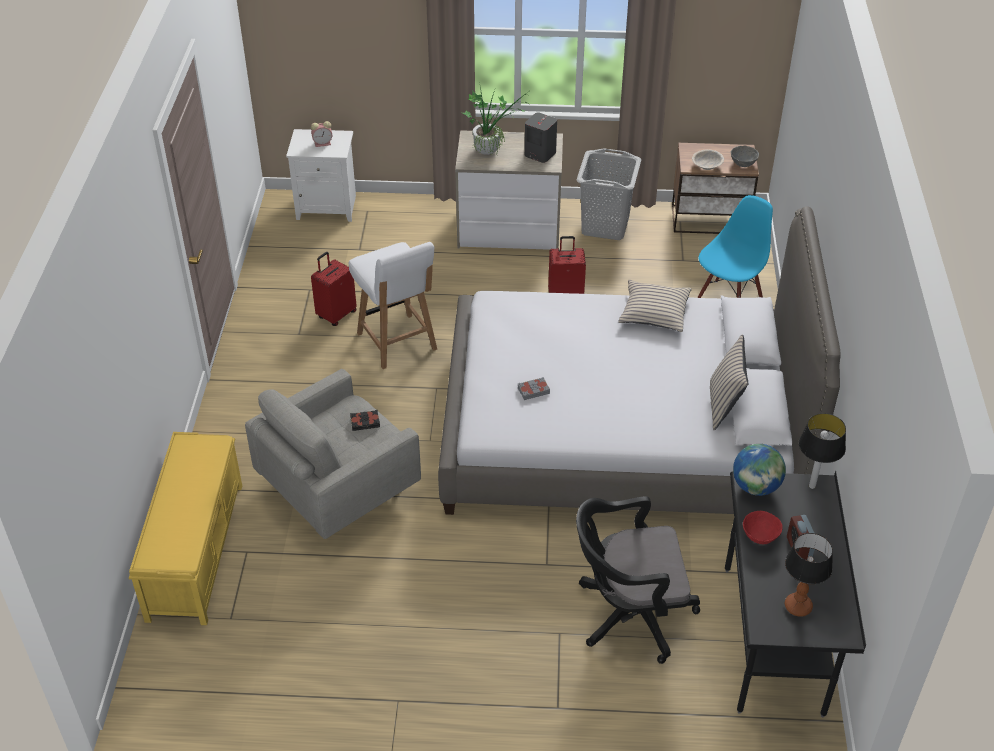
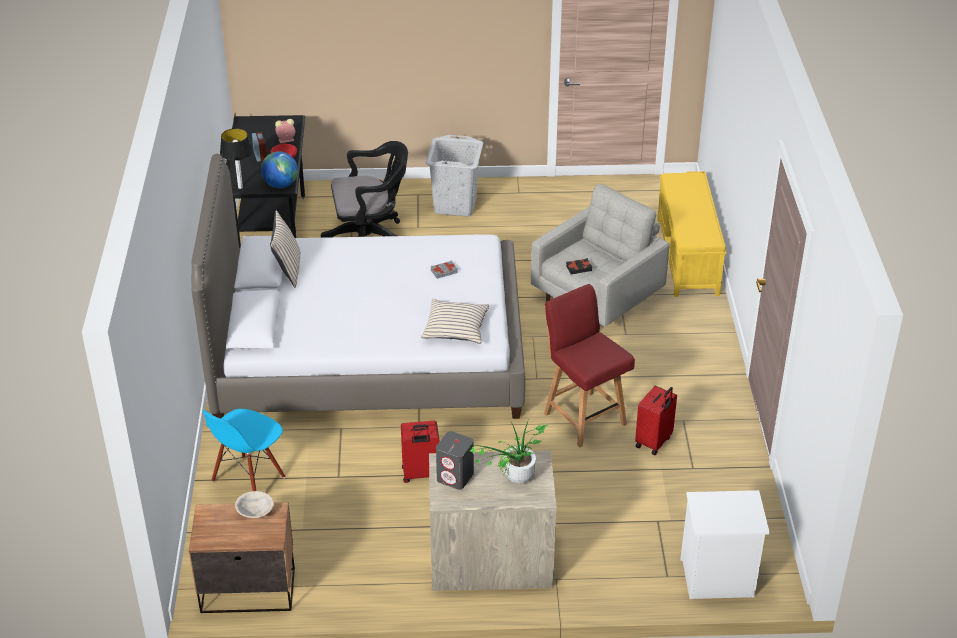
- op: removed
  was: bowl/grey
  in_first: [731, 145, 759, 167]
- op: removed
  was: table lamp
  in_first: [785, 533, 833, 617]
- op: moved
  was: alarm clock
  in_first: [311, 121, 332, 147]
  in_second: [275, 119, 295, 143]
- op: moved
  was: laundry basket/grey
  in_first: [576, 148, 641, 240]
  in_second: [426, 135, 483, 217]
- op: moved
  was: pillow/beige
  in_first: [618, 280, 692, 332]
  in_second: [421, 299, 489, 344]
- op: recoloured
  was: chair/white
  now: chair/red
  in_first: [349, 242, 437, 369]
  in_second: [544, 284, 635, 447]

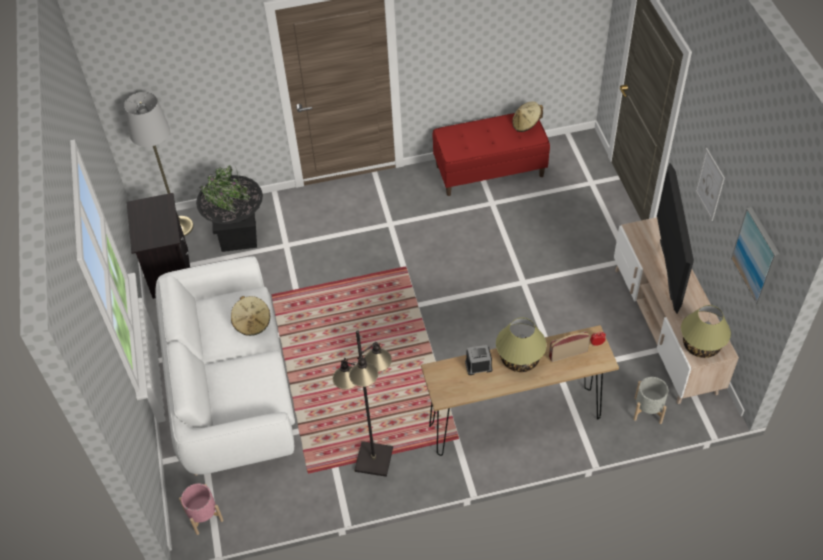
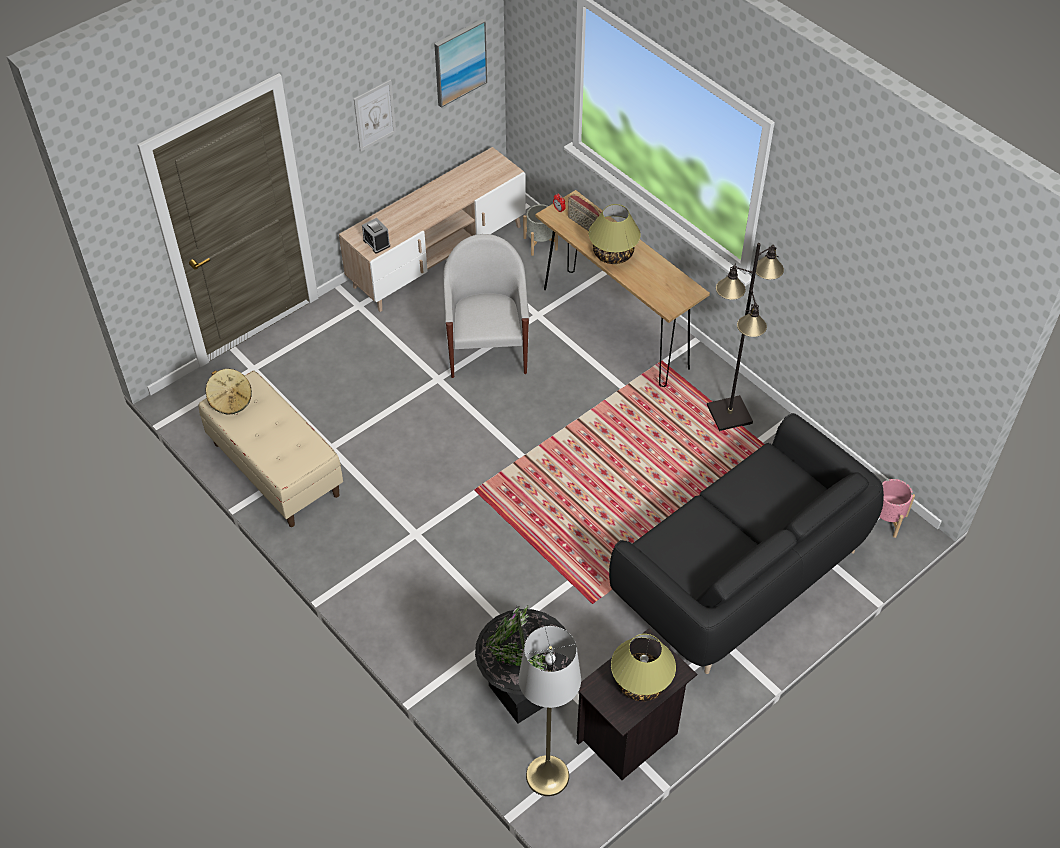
- op: removed
  was: hat/beige
  in_first: [231, 296, 270, 336]
- op: removed
  was: television
  in_first: [657, 163, 694, 314]
- op: added
  now: armchair/white
  in_second: [443, 234, 529, 378]
- op: moved
  was: alarm clock
  in_first: [465, 345, 493, 375]
  in_second: [362, 218, 390, 254]
- op: moved
  was: table lamp
  in_first: [681, 305, 731, 358]
  in_second: [611, 634, 676, 701]
- op: recoloured
  was: sofa/white
  now: sofa/black
  in_first: [155, 256, 295, 476]
  in_second: [609, 413, 884, 674]
- op: recoloured
  was: bench/red
  now: bench/beige
  in_first: [433, 113, 550, 196]
  in_second: [199, 371, 343, 527]

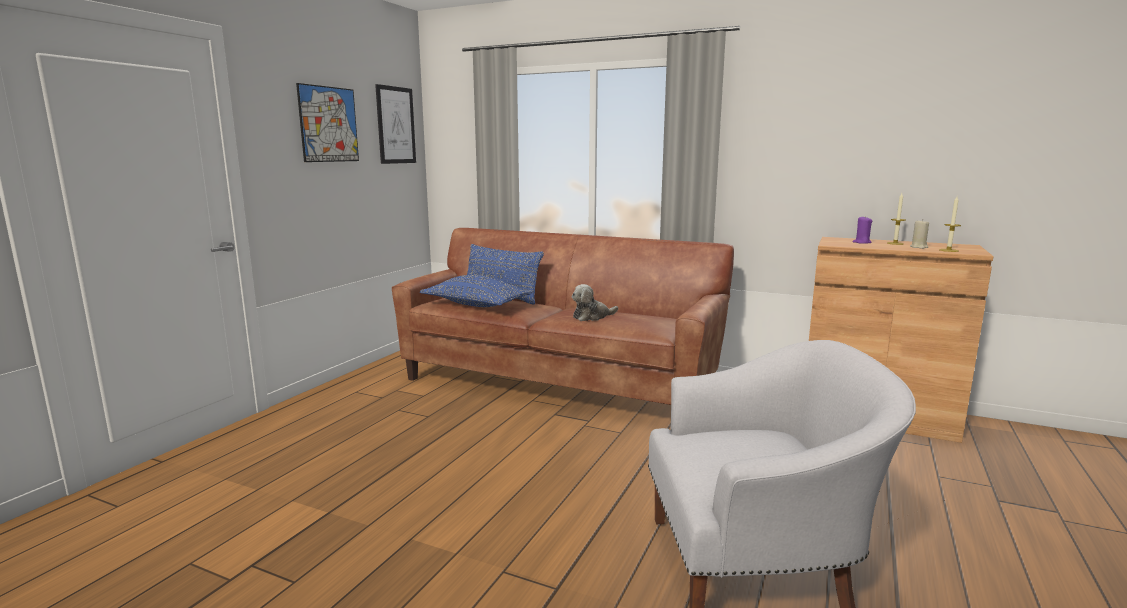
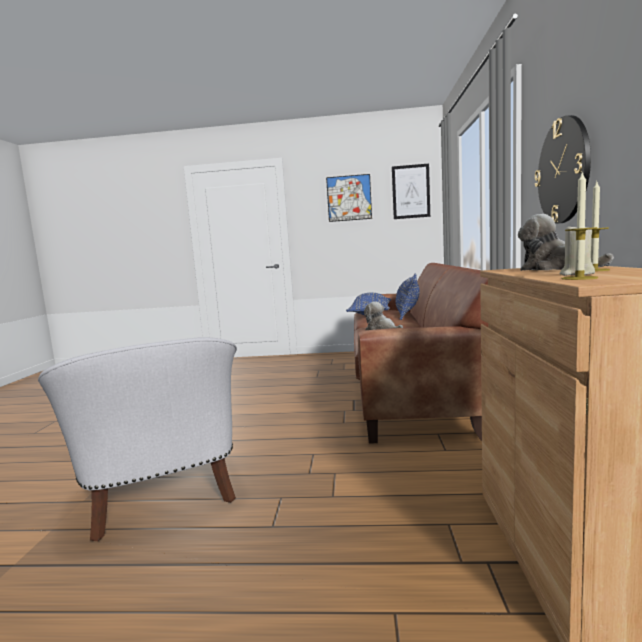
- op: added
  now: wall clock
  in_second: [535, 115, 591, 224]
- op: replaced
  was: candle/purple
  now: plush toy
  in_first: [852, 216, 873, 244]
  in_second: [518, 214, 614, 271]

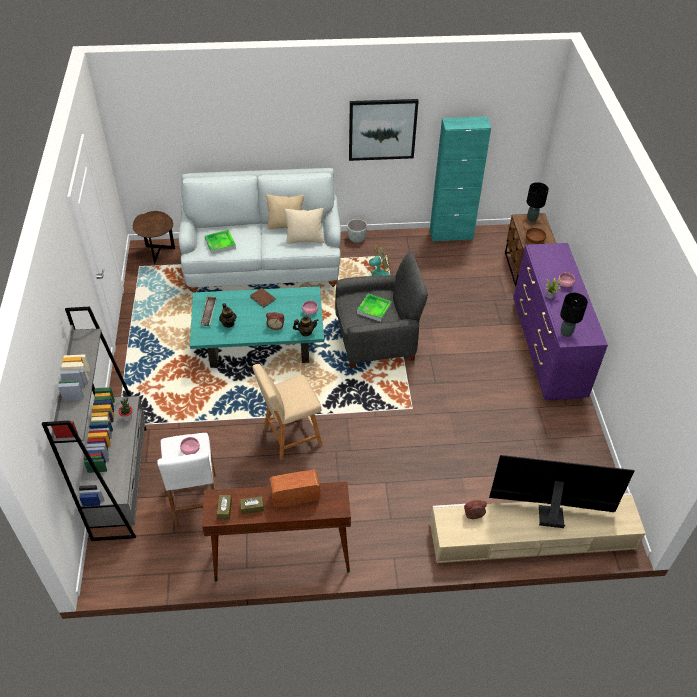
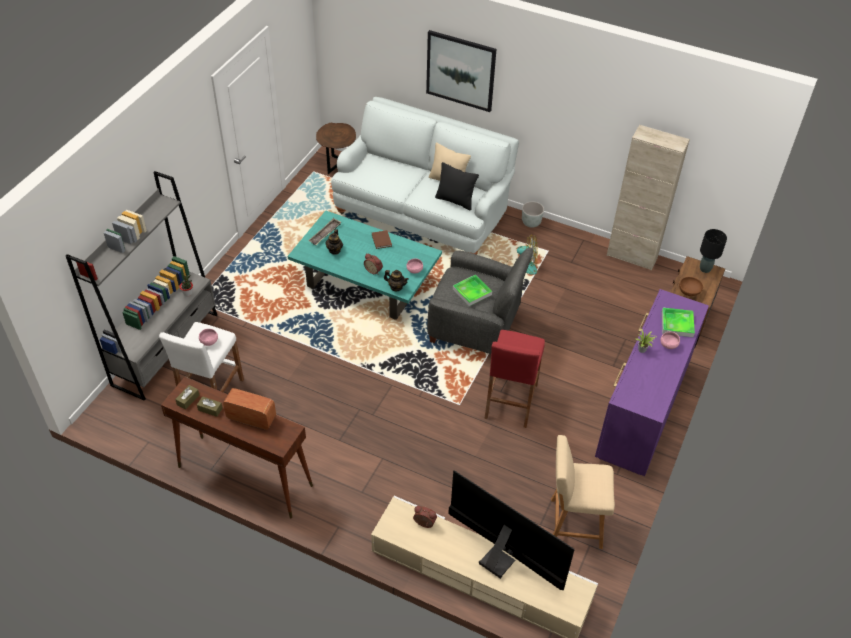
- op: removed
  was: table lamp/black
  in_first: [560, 293, 588, 337]
- op: added
  now: stool/red
  in_second: [484, 330, 545, 428]
- op: moved
  was: tray
  in_first: [205, 230, 236, 254]
  in_second: [662, 308, 695, 337]
- op: moved
  was: stool/beige
  in_first: [253, 364, 322, 460]
  in_second: [551, 435, 615, 549]
- op: moved
  was: picture
  in_first: [349, 99, 419, 161]
  in_second: [426, 30, 497, 112]
- op: recoloured
  was: pillow/beige
  now: pillow/black
  in_first: [285, 208, 324, 244]
  in_second: [435, 162, 479, 210]
- op: recoloured
  was: cabinet/turquoise
  now: cabinet/beige
  in_first: [430, 117, 491, 242]
  in_second: [607, 125, 690, 271]

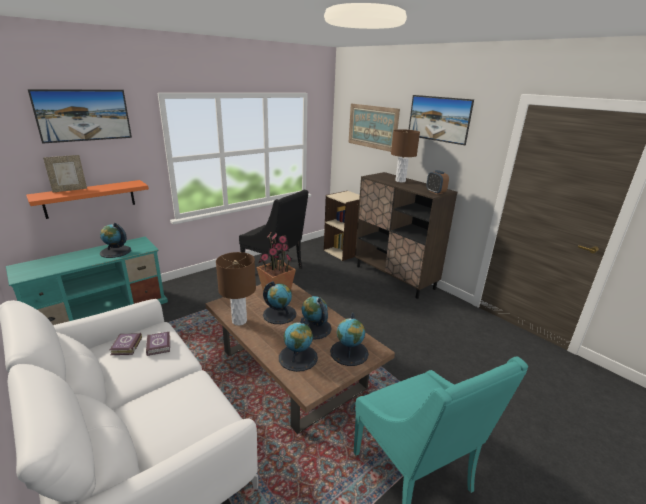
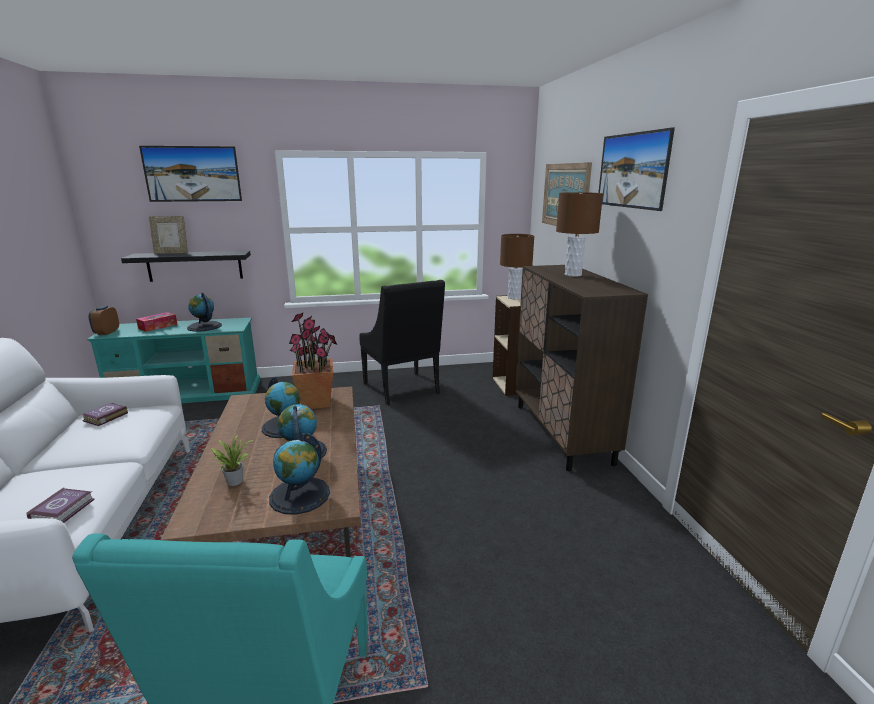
- op: added
  now: tissue box
  in_second: [136, 312, 178, 332]
- op: moved
  was: book
  in_first: [146, 332, 170, 356]
  in_second: [27, 487, 95, 523]
- op: moved
  was: table lamp/brown
  in_first: [216, 252, 256, 326]
  in_second: [500, 234, 534, 299]
- op: moved
  was: alarm clock
  in_first: [426, 170, 449, 194]
  in_second: [89, 306, 119, 335]
- op: replaced
  was: globe
  now: potted plant
  in_first: [279, 317, 318, 372]
  in_second: [211, 435, 253, 486]
- op: recoloured
  was: shelf/orange
  now: shelf/black
  in_first: [26, 180, 149, 219]
  in_second: [121, 251, 251, 282]

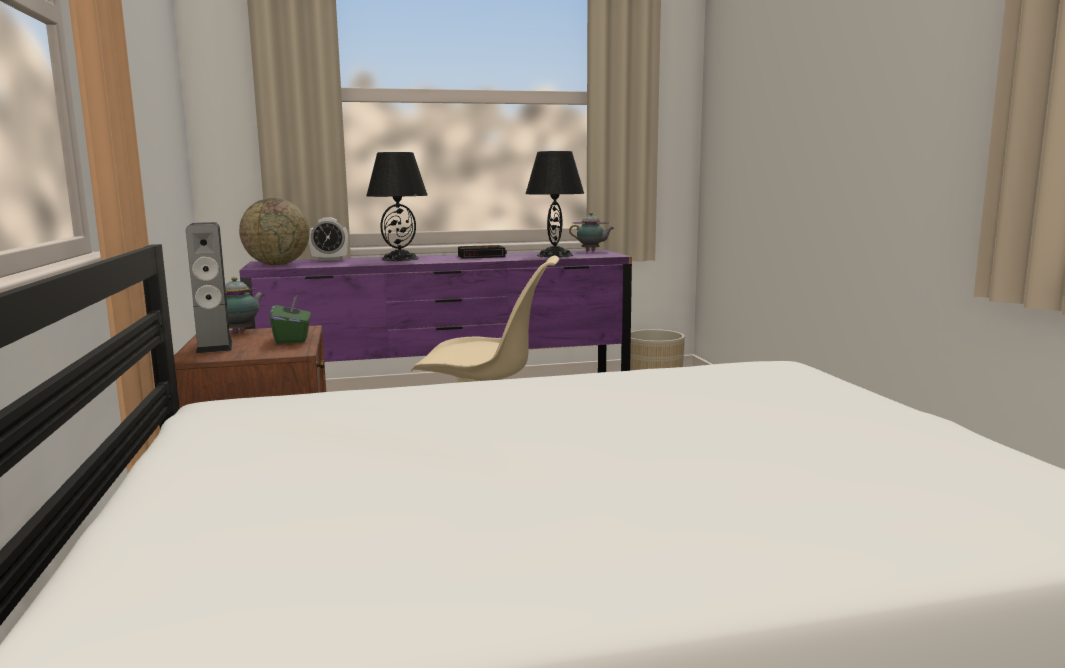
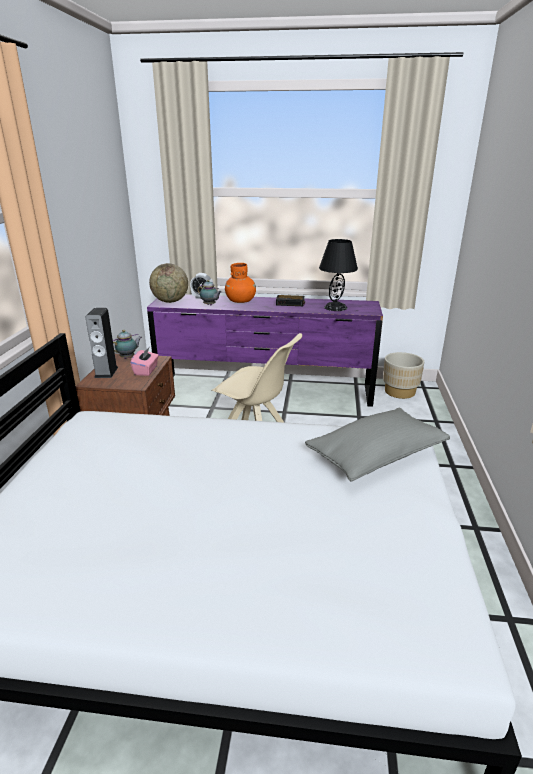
- op: added
  now: pillow/grey
  in_second: [305, 408, 450, 482]
- op: moved
  was: teapot
  in_first: [569, 212, 614, 251]
  in_second: [197, 280, 222, 306]
- op: replaced
  was: table lamp/black
  now: vase/orange
  in_first: [366, 152, 427, 261]
  in_second: [225, 263, 256, 303]
- op: recoloured
  was: tissue box/green
  now: tissue box/pink
  in_first: [270, 294, 311, 344]
  in_second: [130, 348, 159, 376]

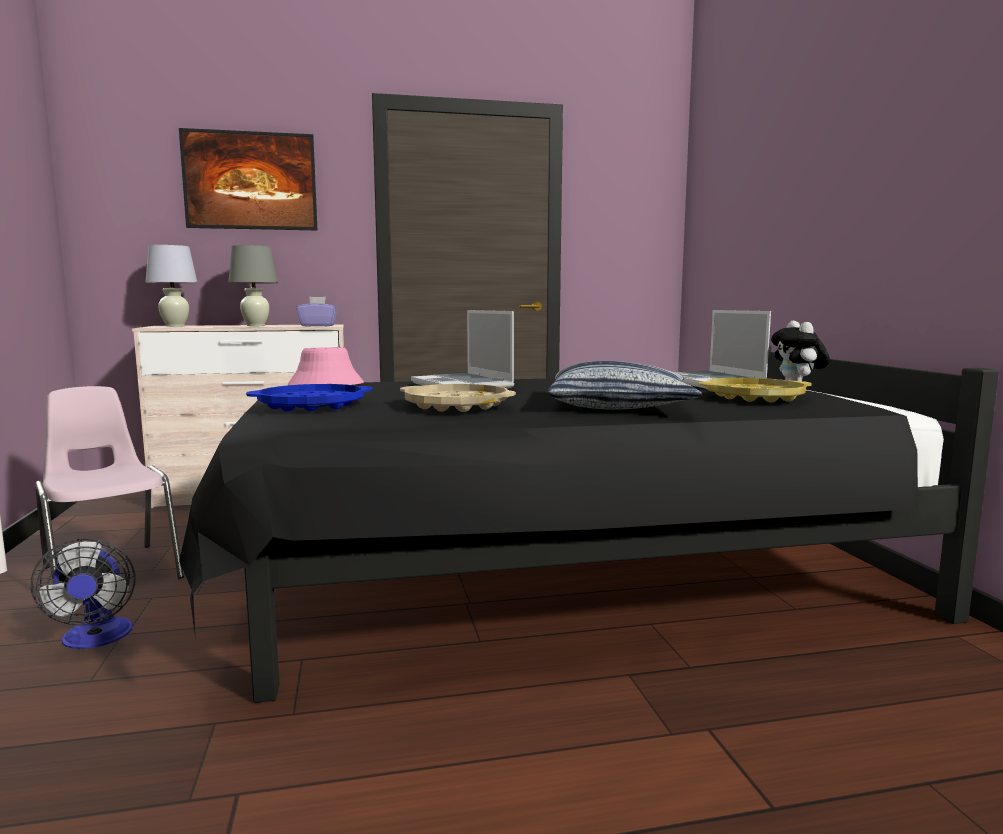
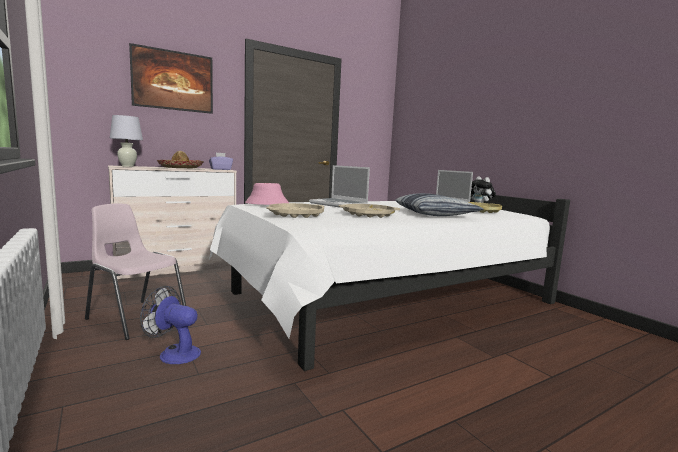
- op: replaced
  was: table lamp/grey
  now: hat
  in_first: [228, 245, 278, 326]
  in_second: [157, 151, 203, 169]
- op: recoloured
  was: bed/black
  now: bed/white
  in_first: [179, 345, 999, 703]
  in_second: [209, 194, 570, 371]
- op: recoloured
  was: tray/blue
  now: tray/beige
  in_first: [246, 384, 373, 411]
  in_second: [266, 203, 325, 218]
- op: turned
  was: fan
  in_first: [31, 538, 136, 649]
  in_second: [140, 286, 201, 364]
  clockwise: 150

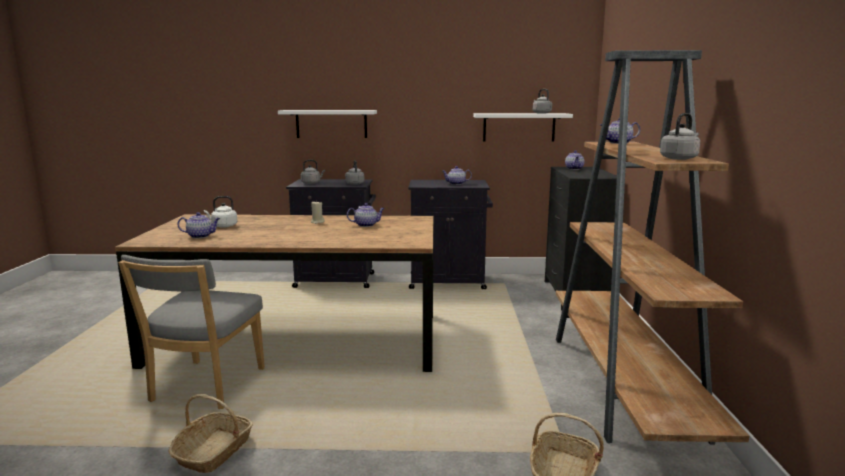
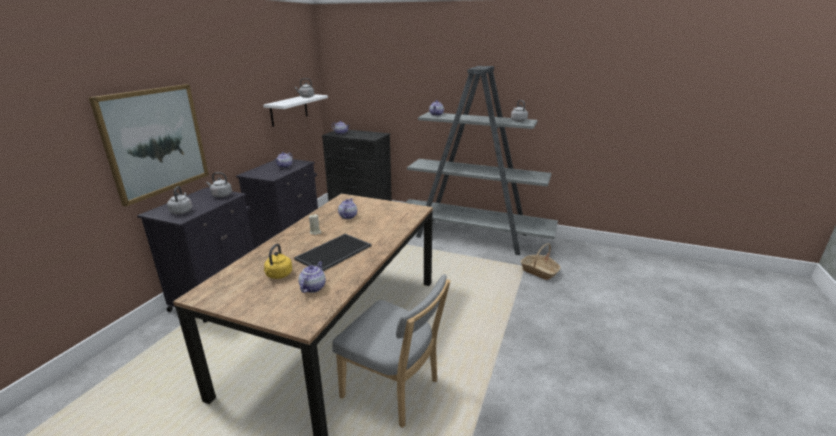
- op: removed
  was: basket
  in_first: [168, 394, 253, 473]
- op: added
  now: tray
  in_second: [294, 234, 372, 271]
- op: replaced
  was: shelf/white
  now: picture
  in_first: [278, 110, 377, 138]
  in_second: [89, 84, 209, 207]
- op: recoloured
  was: kettle/white
  now: kettle/yellow
  in_first: [204, 196, 237, 228]
  in_second: [264, 244, 292, 279]
- op: recoloured
  was: bookcase/brown
  now: bookcase/grey
  in_first: [556, 50, 749, 444]
  in_second: [405, 66, 558, 255]

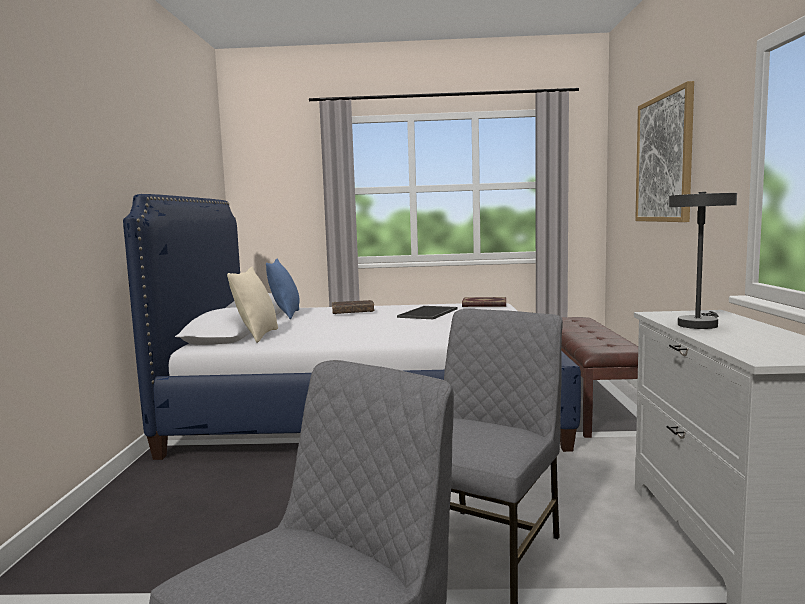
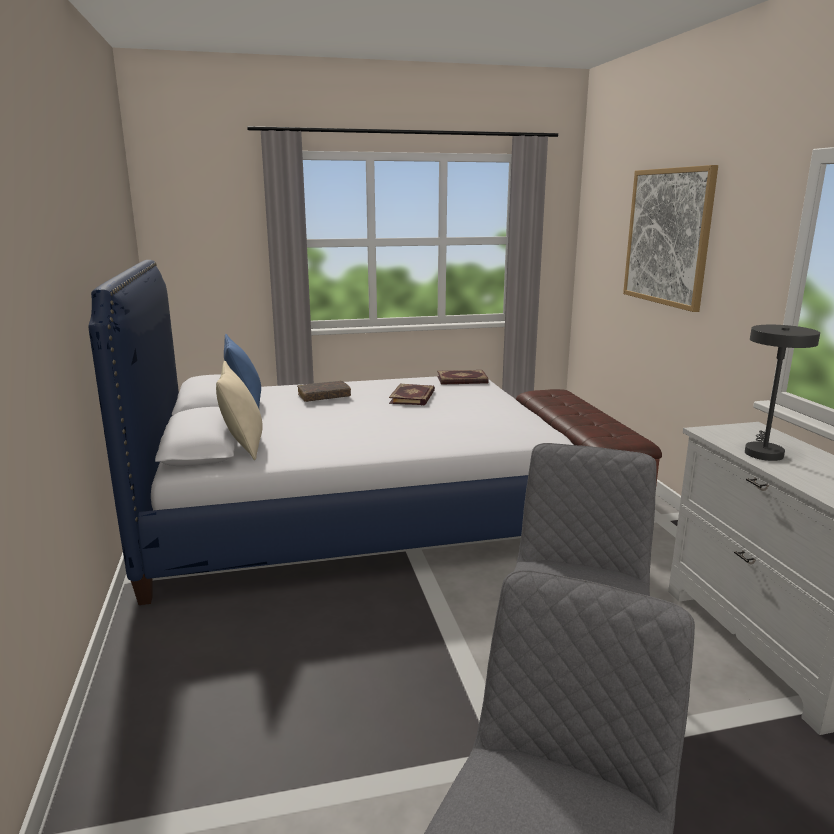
- op: replaced
  was: tray
  now: book
  in_first: [397, 306, 458, 319]
  in_second: [389, 384, 435, 406]

